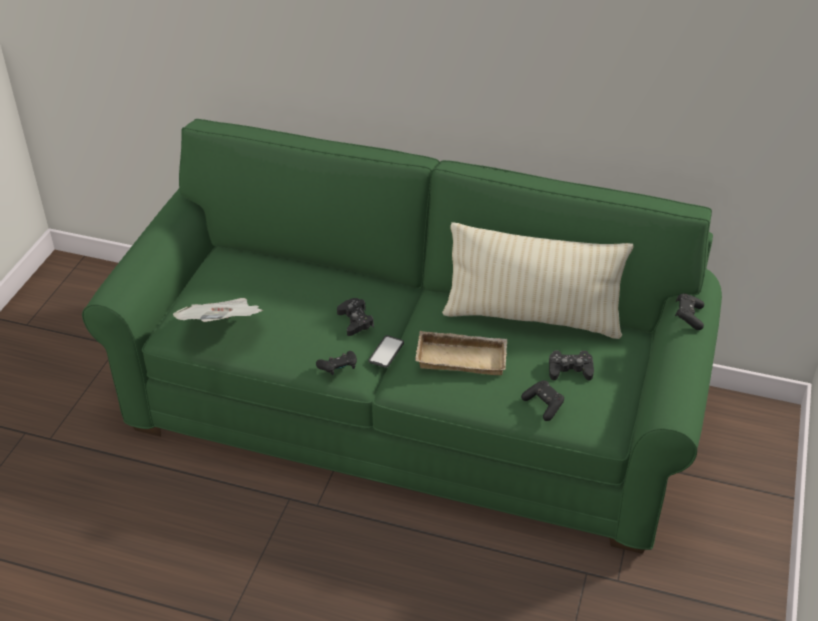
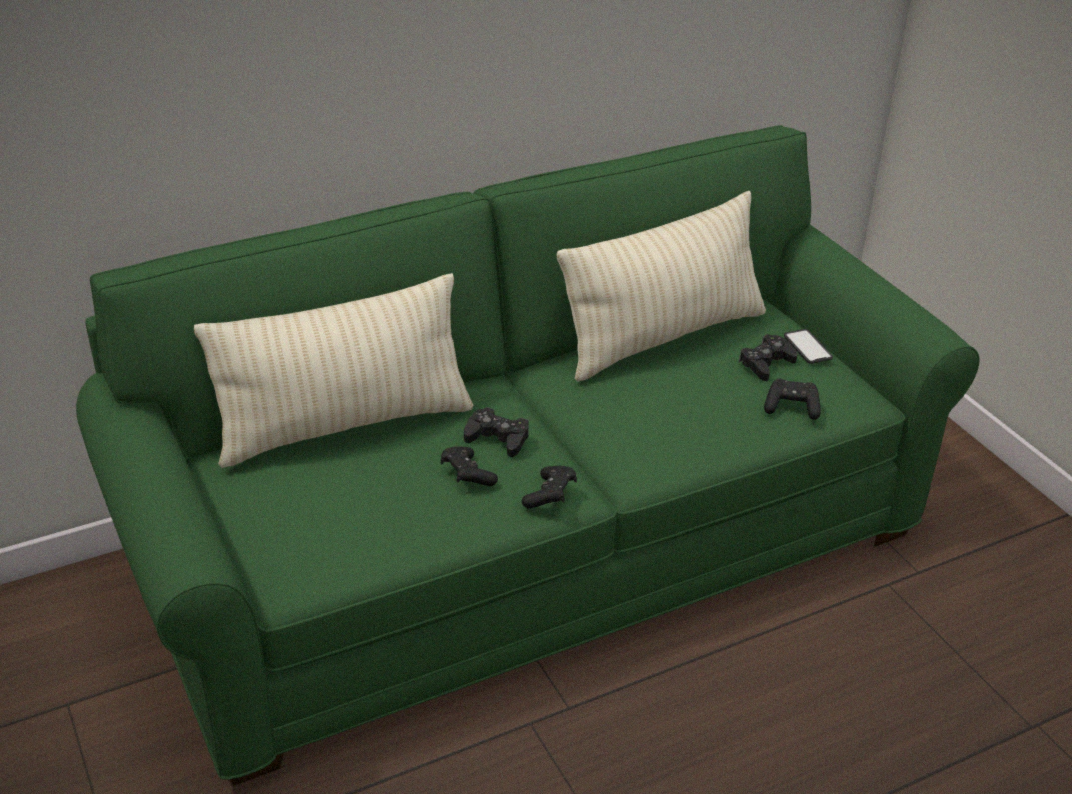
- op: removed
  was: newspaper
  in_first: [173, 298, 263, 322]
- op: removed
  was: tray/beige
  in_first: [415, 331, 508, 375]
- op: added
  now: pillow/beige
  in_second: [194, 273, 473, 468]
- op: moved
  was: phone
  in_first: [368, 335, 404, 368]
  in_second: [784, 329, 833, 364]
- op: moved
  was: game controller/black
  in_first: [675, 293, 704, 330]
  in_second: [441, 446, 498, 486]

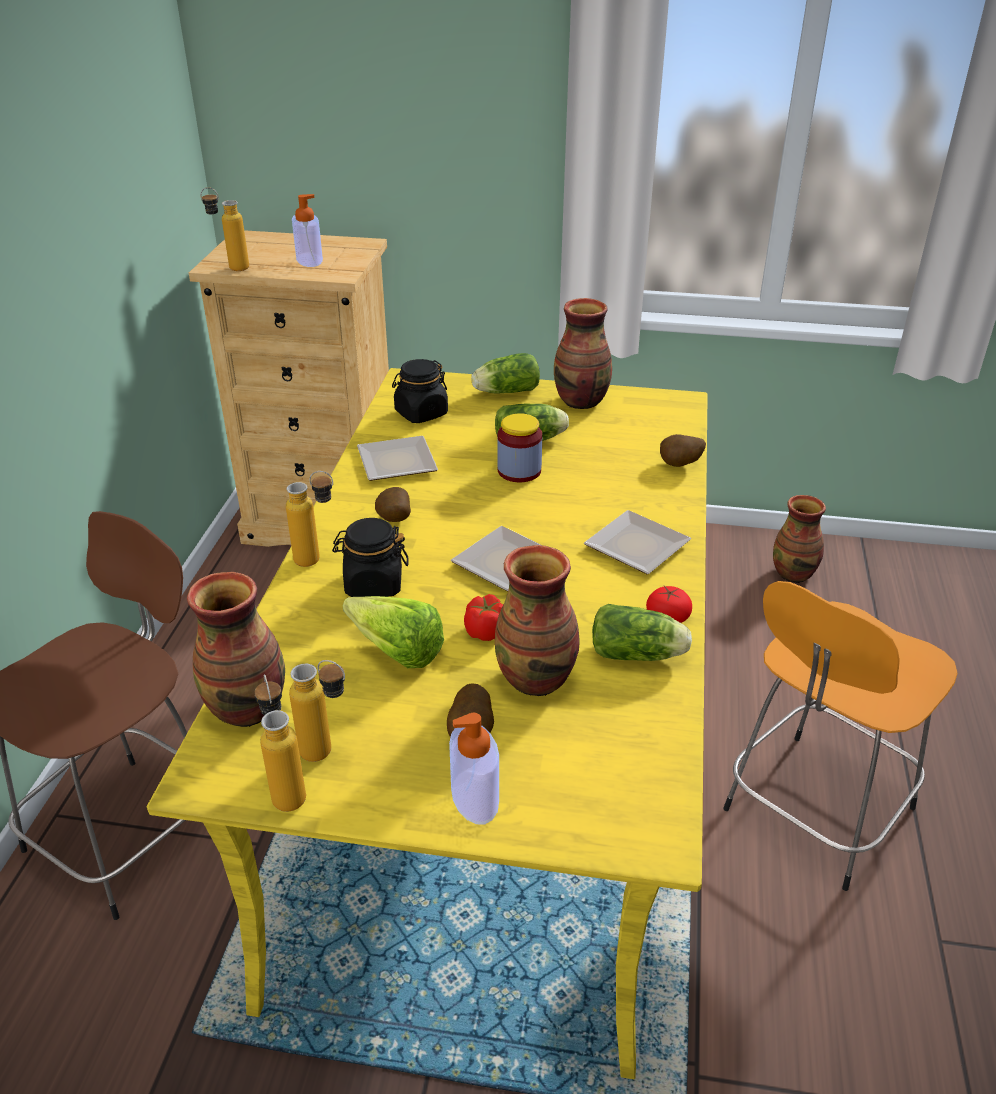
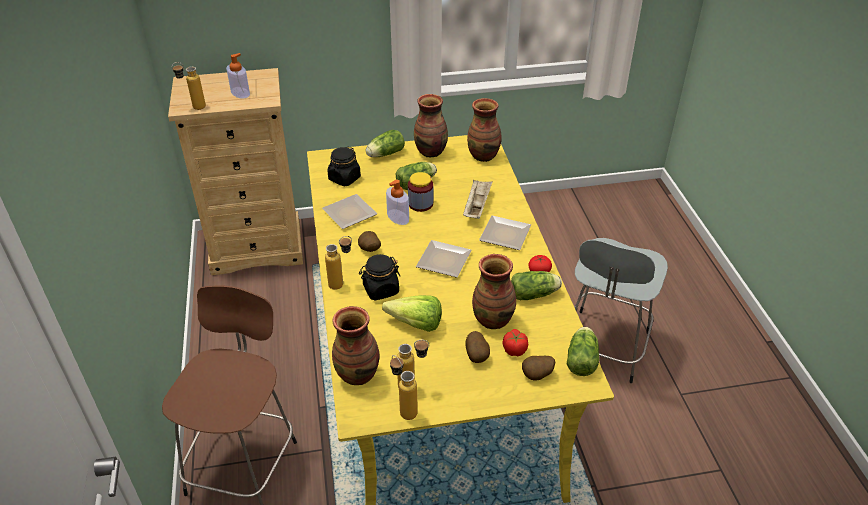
- op: added
  now: tray/beige
  in_second: [463, 180, 493, 219]
- op: added
  now: lettuce
  in_second: [567, 327, 599, 376]
- op: moved
  was: soap dispenser
  in_first: [449, 713, 499, 824]
  in_second: [386, 180, 409, 225]
- op: moved
  was: tomato
  in_first: [464, 594, 503, 641]
  in_second: [502, 329, 528, 356]
- op: moved
  was: potato
  in_first: [660, 434, 706, 467]
  in_second: [522, 356, 555, 380]
- op: moved
  was: vase
  in_first: [773, 495, 826, 583]
  in_second: [467, 98, 502, 162]
- op: recoloured
  was: stool/orange
  now: stool/grey
  in_first: [723, 581, 958, 891]
  in_second: [575, 238, 668, 383]

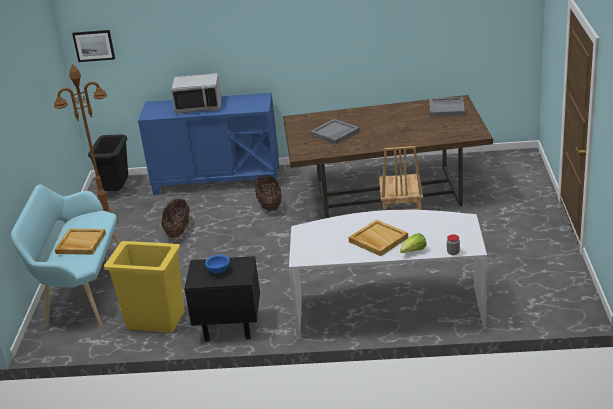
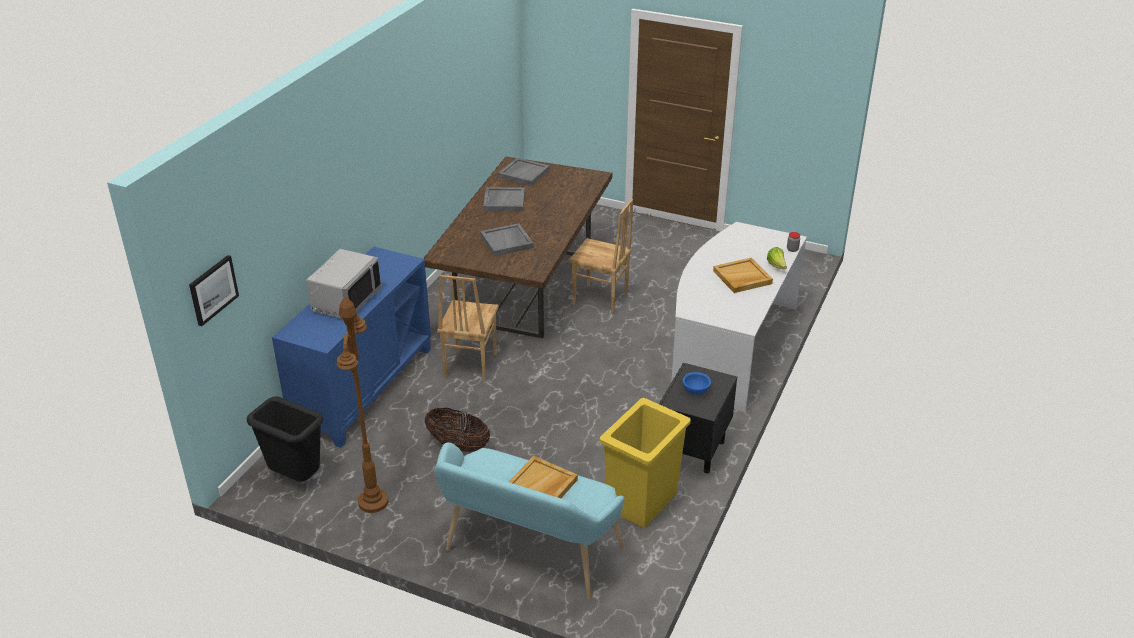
- op: added
  now: tray/grey
  in_second: [483, 187, 525, 212]
- op: replaced
  was: basket
  now: chair/brown
  in_first: [255, 175, 281, 211]
  in_second: [437, 275, 499, 382]

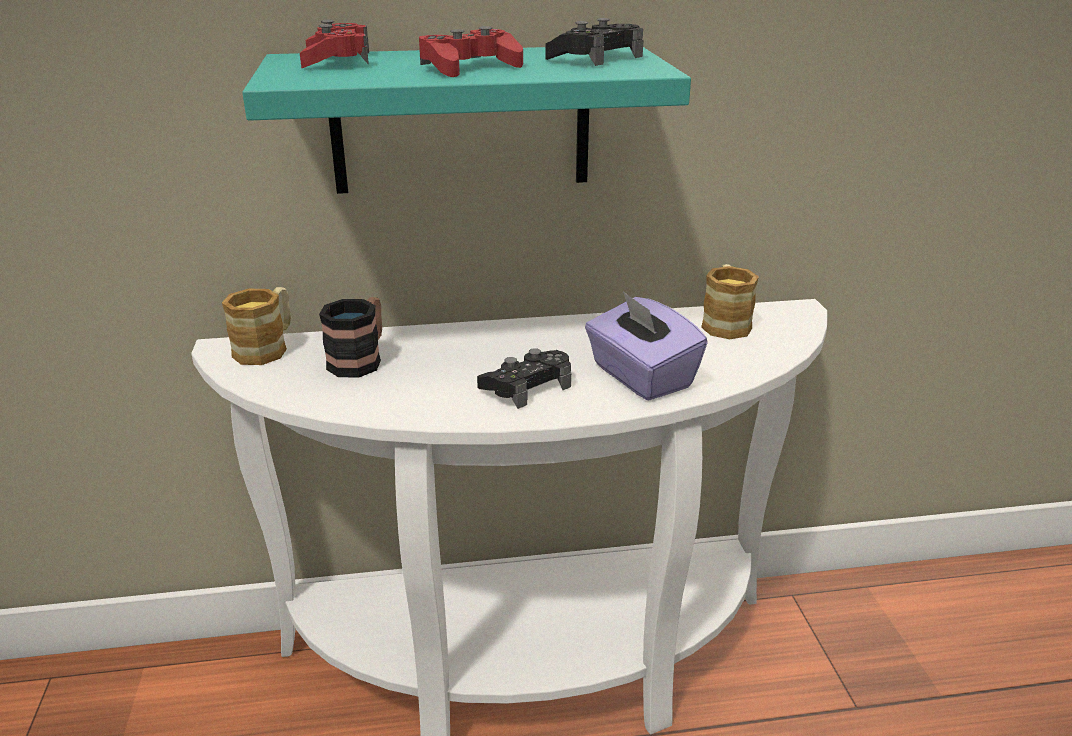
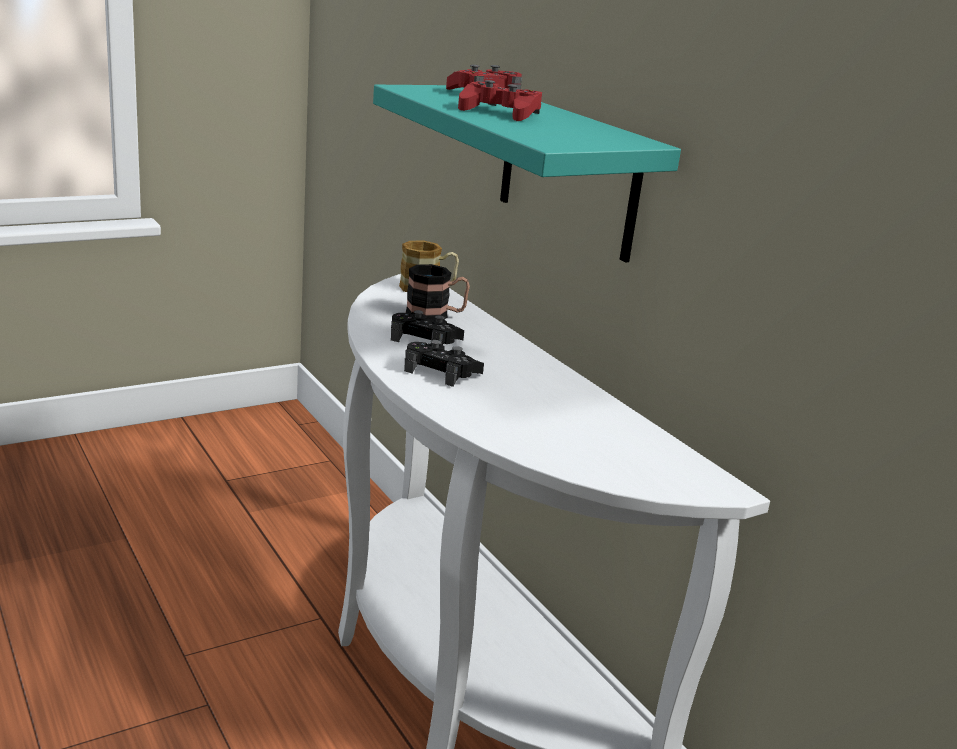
- op: removed
  was: tissue box/purple
  in_first: [585, 291, 708, 401]
- op: removed
  was: mug
  in_first: [701, 264, 759, 339]
- op: moved
  was: game controller/black
  in_first: [545, 18, 644, 66]
  in_second: [391, 310, 464, 345]

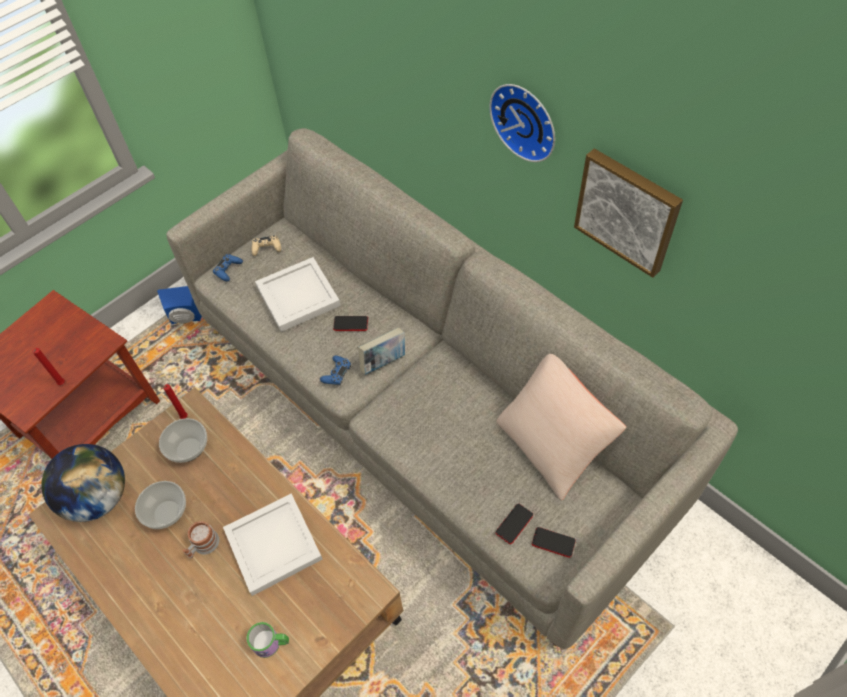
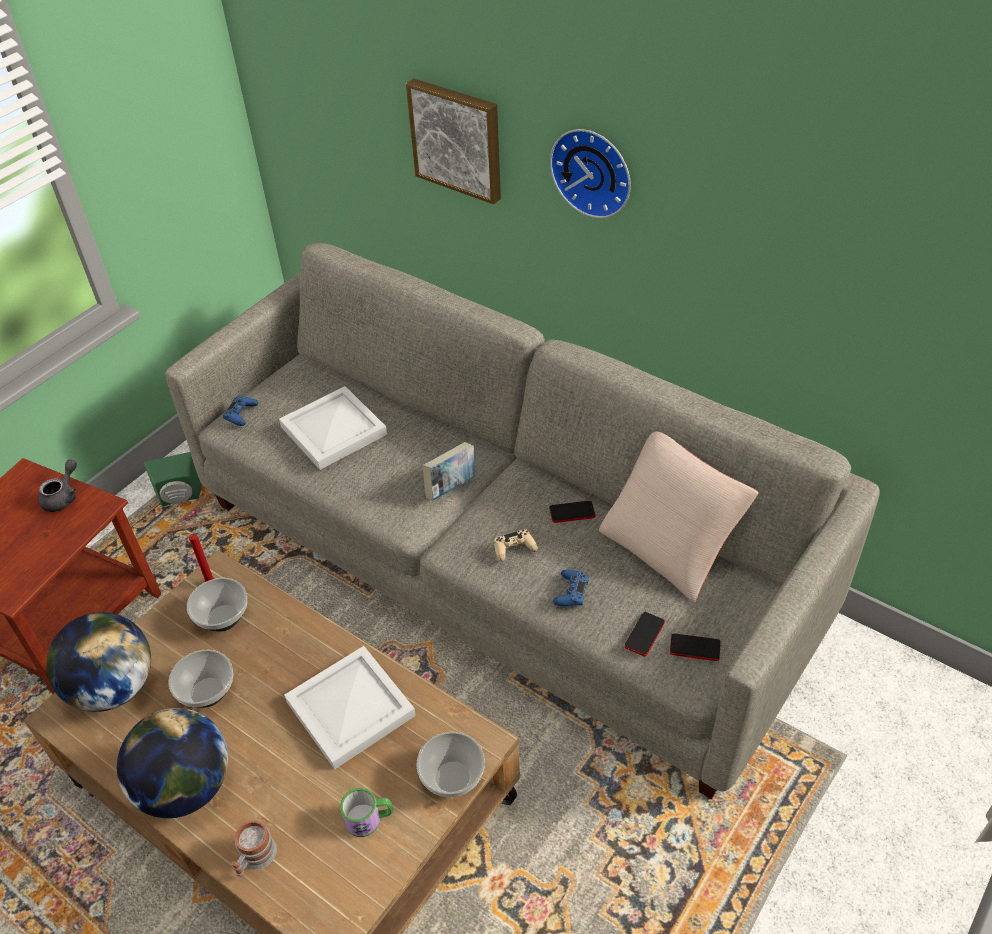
- op: removed
  was: candle/red
  in_first: [32, 348, 65, 385]
- op: added
  now: teapot/grey
  in_second: [38, 459, 77, 512]
- op: added
  now: globe
  in_second: [117, 708, 228, 818]
- op: added
  now: bowl
  in_second: [416, 732, 485, 797]
- op: moved
  was: mug
  in_first: [183, 521, 219, 558]
  in_second: [231, 820, 277, 877]
- op: moved
  was: game controller/beige
  in_first: [251, 235, 281, 256]
  in_second: [494, 529, 538, 562]
- op: moved
  was: game controller/blue
  in_first: [320, 355, 351, 385]
  in_second: [553, 570, 589, 606]
- op: moved
  was: phone
  in_first: [333, 316, 368, 331]
  in_second: [549, 501, 595, 523]
- op: moved
  was: picture
  in_first: [574, 148, 683, 278]
  in_second: [406, 79, 501, 204]
- op: recoloured
  was: speaker/blue
  now: speaker/green
  in_first: [157, 286, 202, 324]
  in_second: [144, 452, 202, 507]

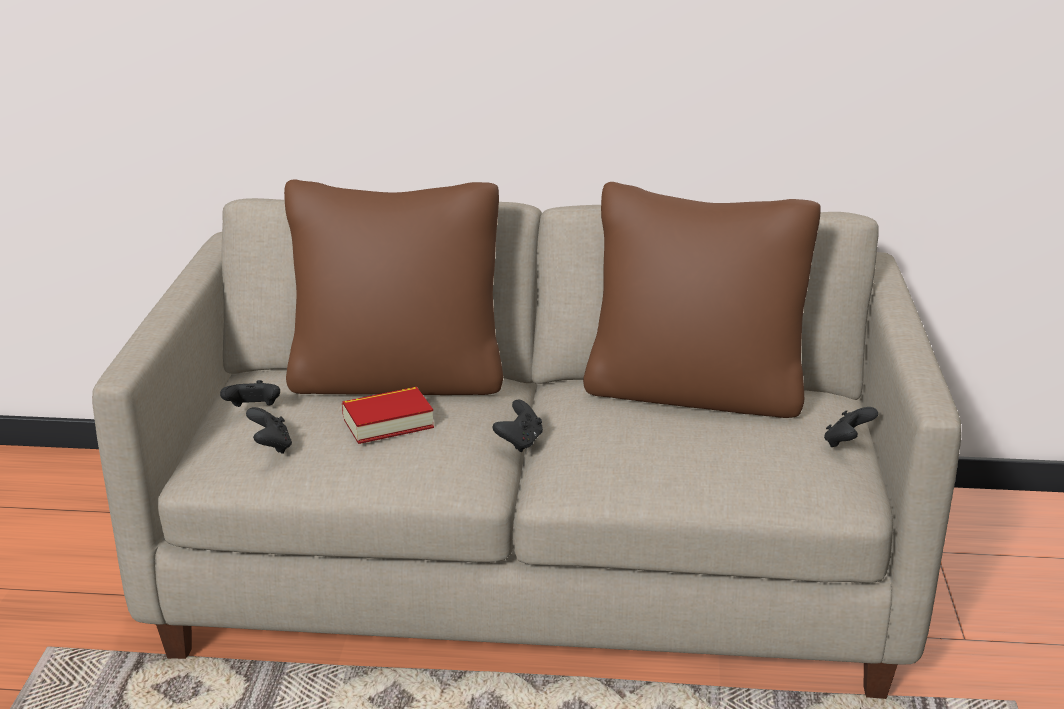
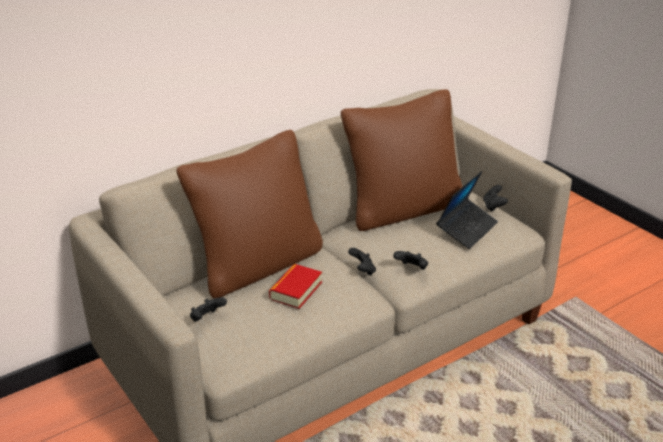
- op: added
  now: laptop
  in_second: [436, 171, 498, 249]
- op: moved
  was: game controller/black
  in_first: [246, 407, 292, 454]
  in_second: [393, 251, 428, 270]

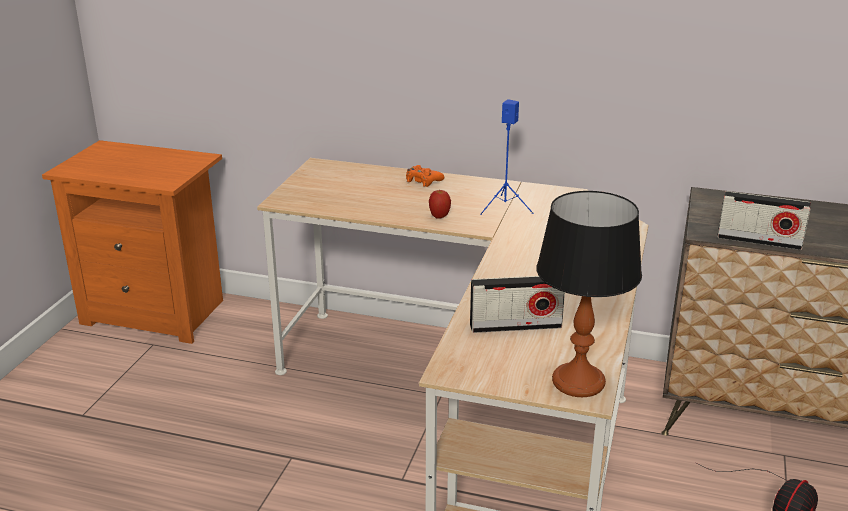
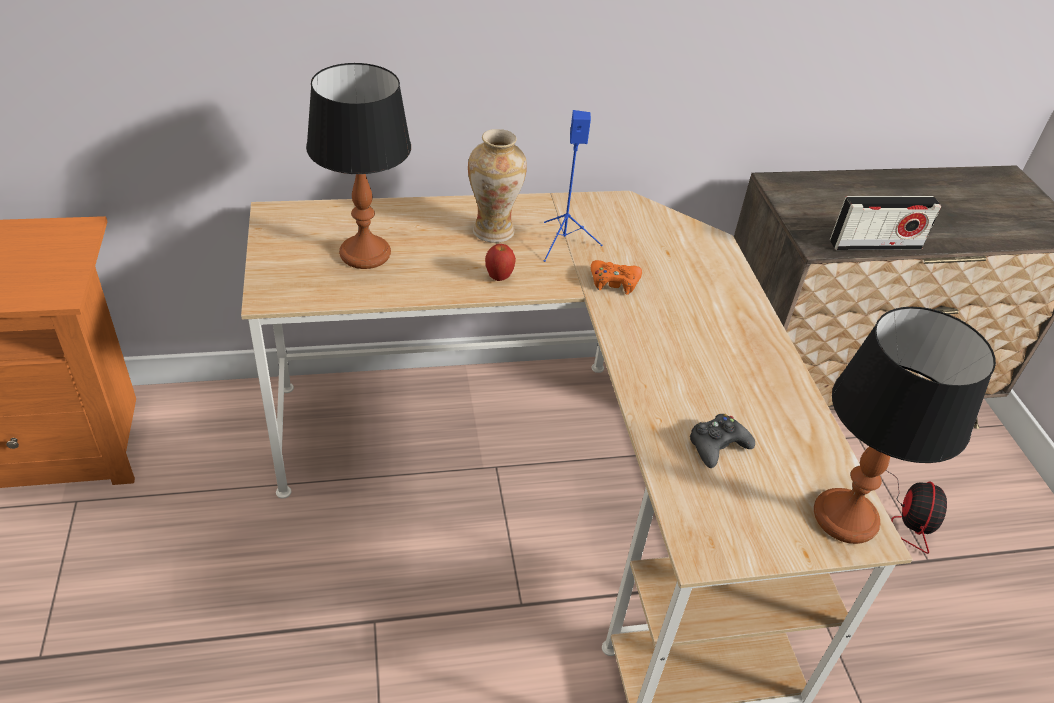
- op: added
  now: table lamp
  in_second: [306, 63, 411, 269]
- op: added
  now: vase
  in_second: [468, 129, 527, 243]
- op: moved
  was: game controller/orange
  in_first: [406, 165, 444, 187]
  in_second: [591, 260, 642, 295]
- op: replaced
  was: radio
  now: game controller/black
  in_first: [470, 276, 565, 333]
  in_second: [690, 414, 755, 468]

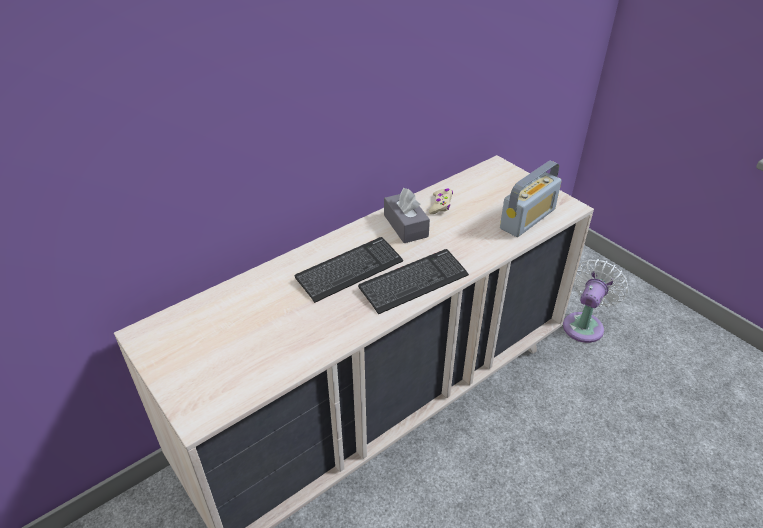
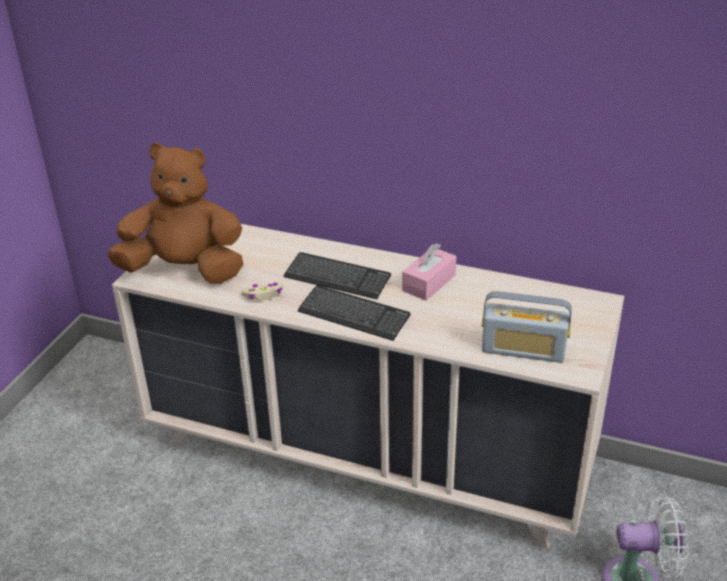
- op: added
  now: plush toy/brown
  in_second: [107, 143, 244, 283]
- op: moved
  was: game controller/beige
  in_first: [429, 188, 453, 214]
  in_second: [241, 282, 283, 301]
- op: recoloured
  was: tissue box/grey
  now: tissue box/pink
  in_first: [384, 188, 430, 243]
  in_second: [402, 243, 456, 301]

